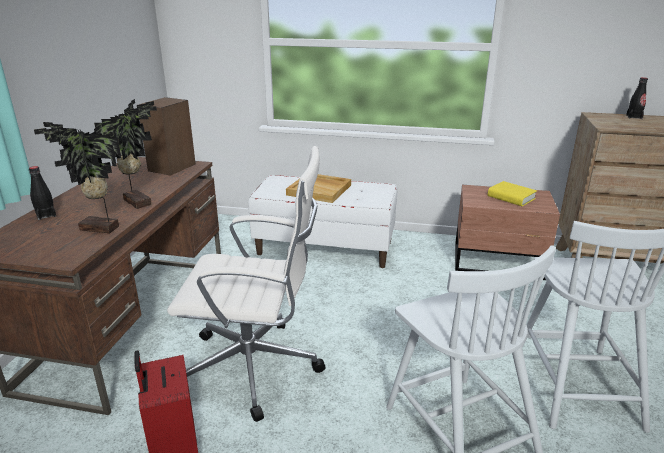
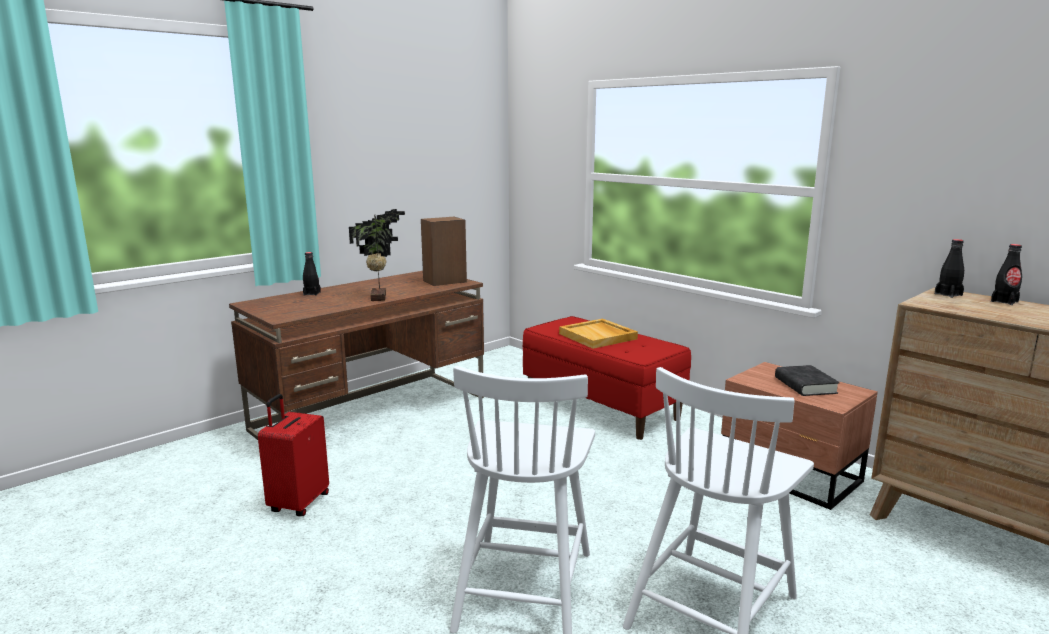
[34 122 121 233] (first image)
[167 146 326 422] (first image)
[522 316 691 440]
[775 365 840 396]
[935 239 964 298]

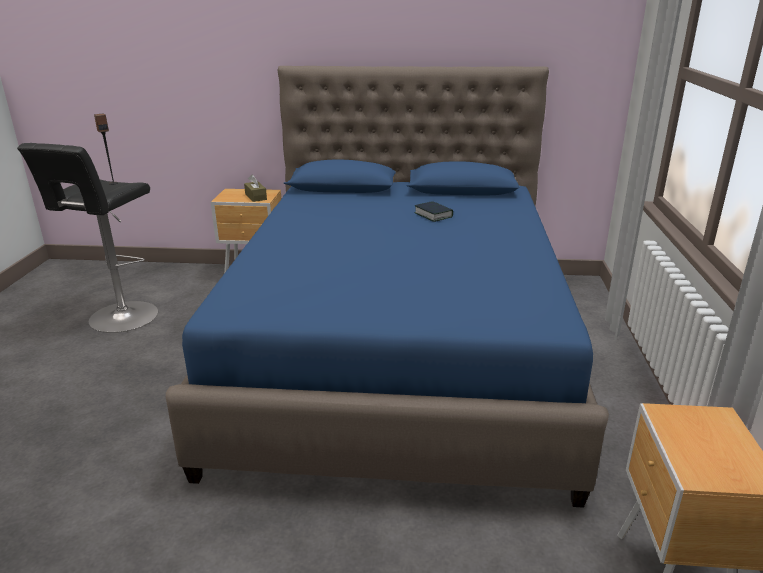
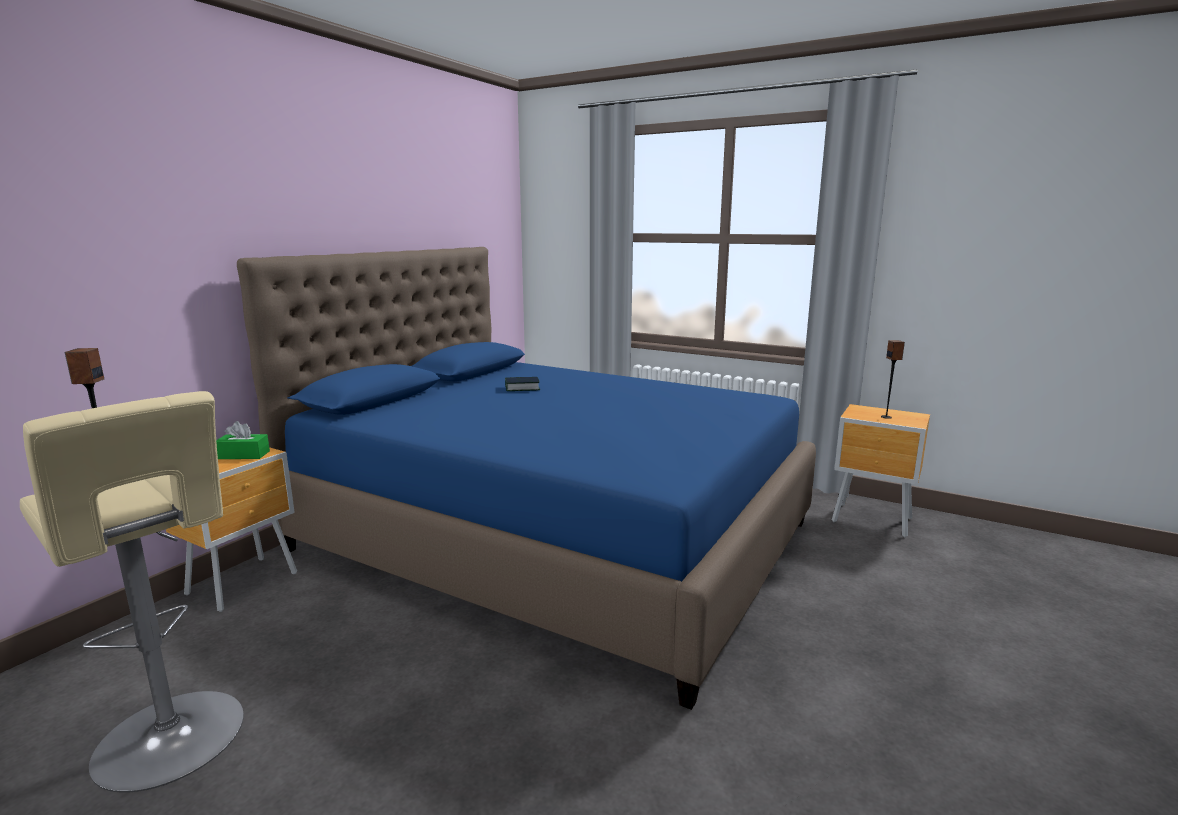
[20 391 244 793]
[216 421 270 459]
[881 340 905 419]

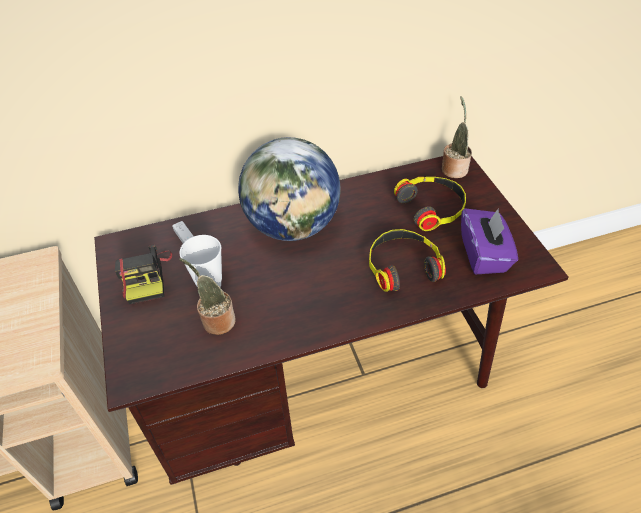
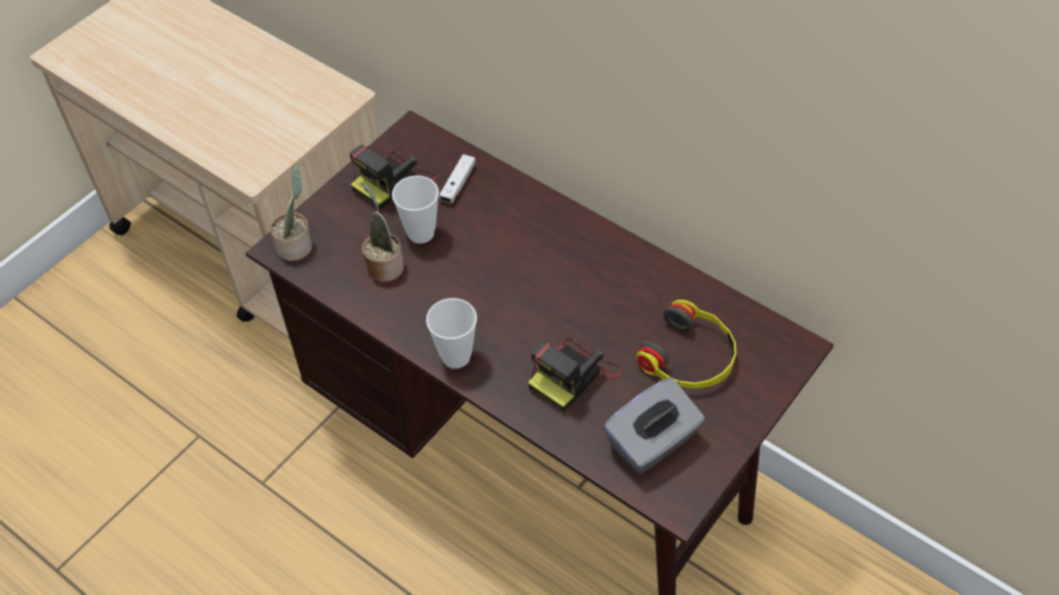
[238 137 341 241] (first image)
[528 337 622 412]
[270 165 312 261]
[604 377 705 474]
[426 298 477 369]

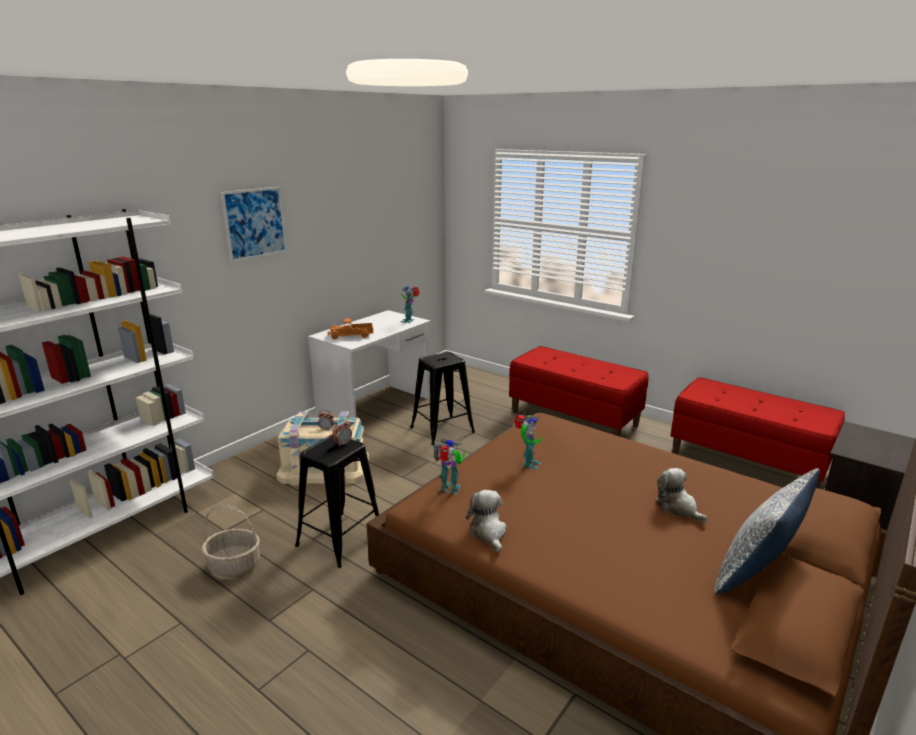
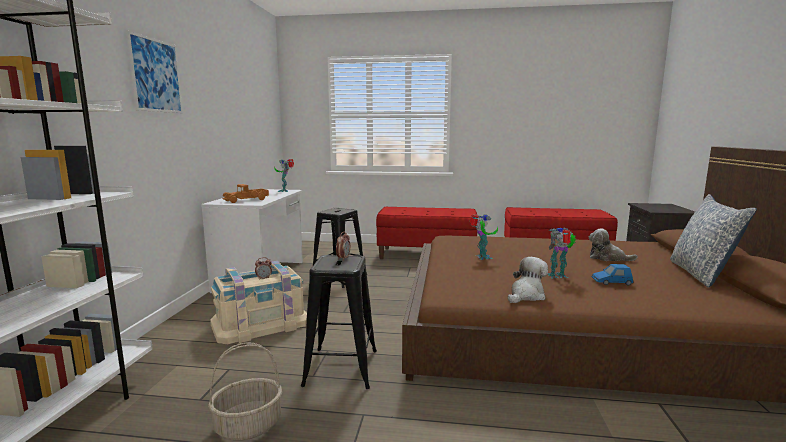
[547 227 576 278]
[508 257 548 303]
[591 264 634 286]

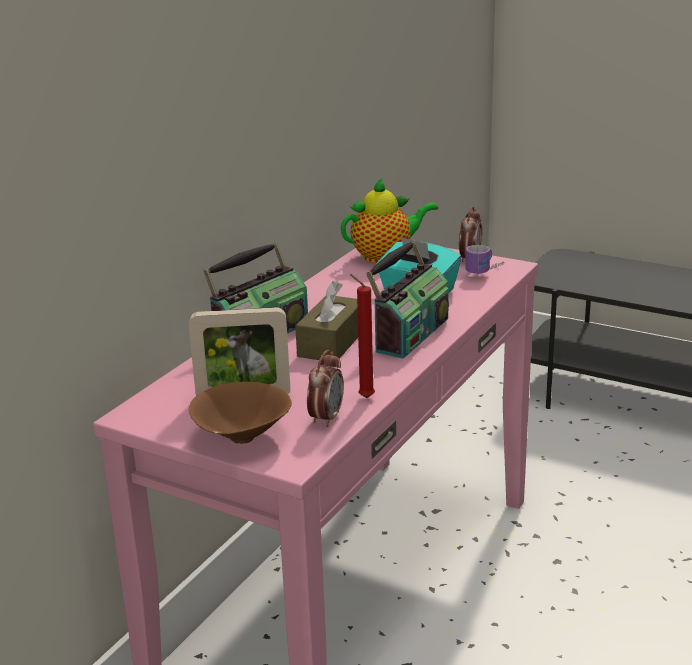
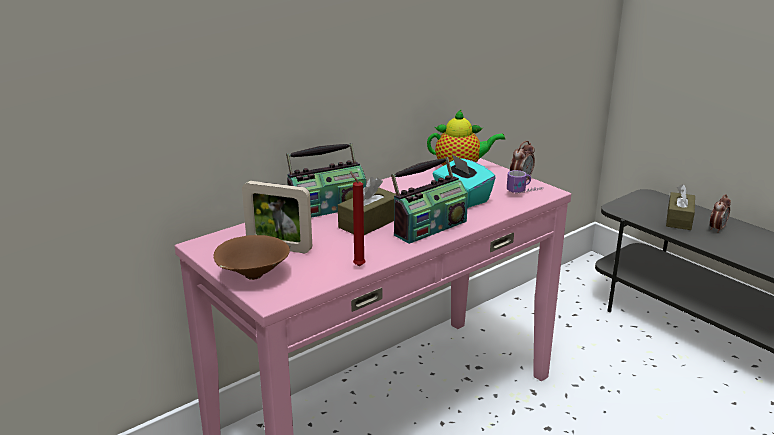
[710 194 731 233]
[666 184 695 230]

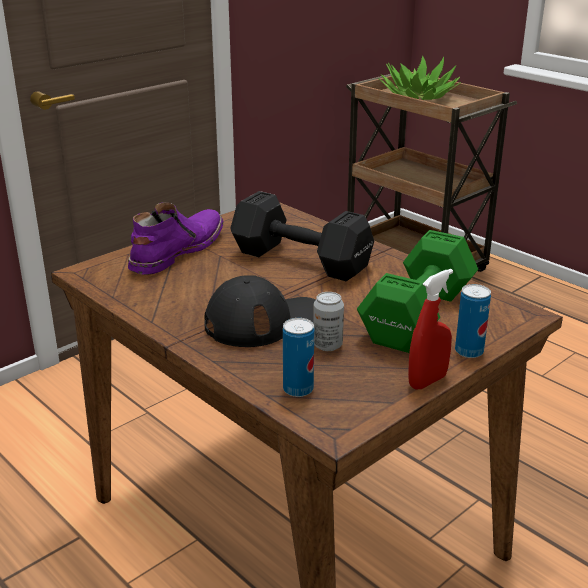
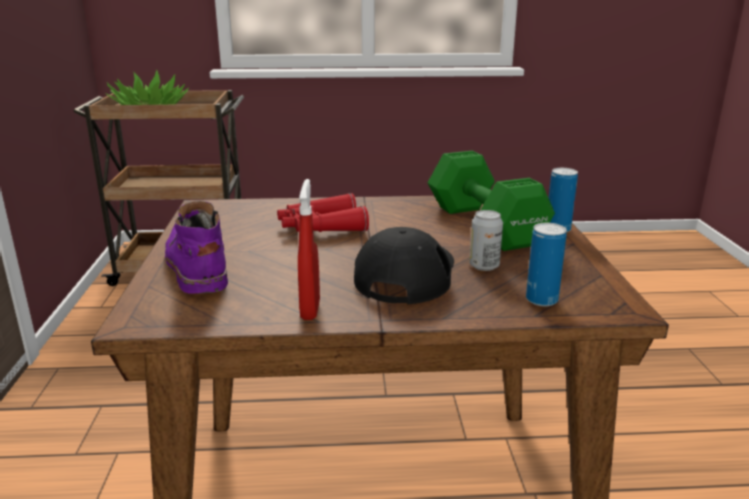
[277 193 369 232]
[298 179 320 320]

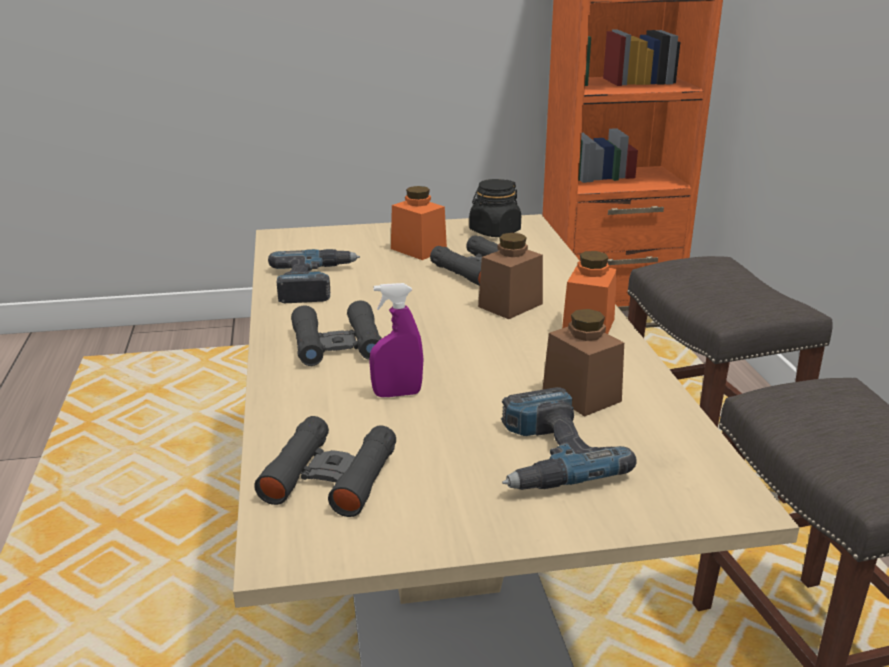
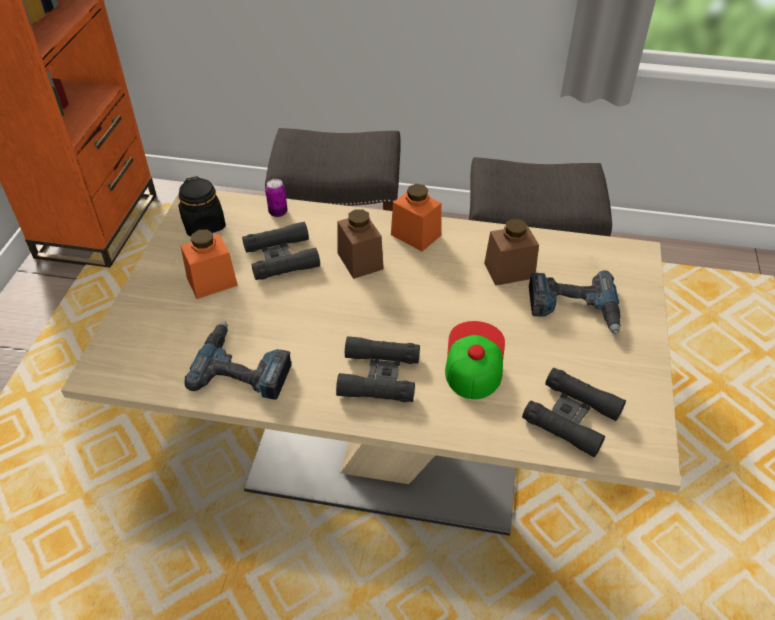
[445 321 505 399]
[265 179 288 217]

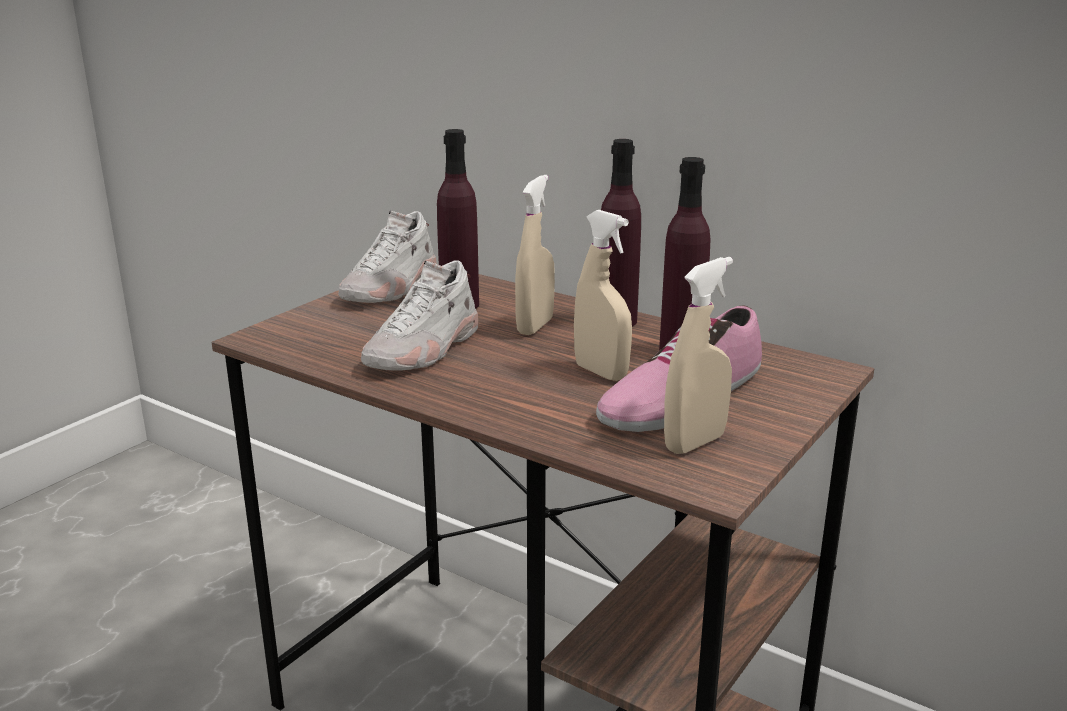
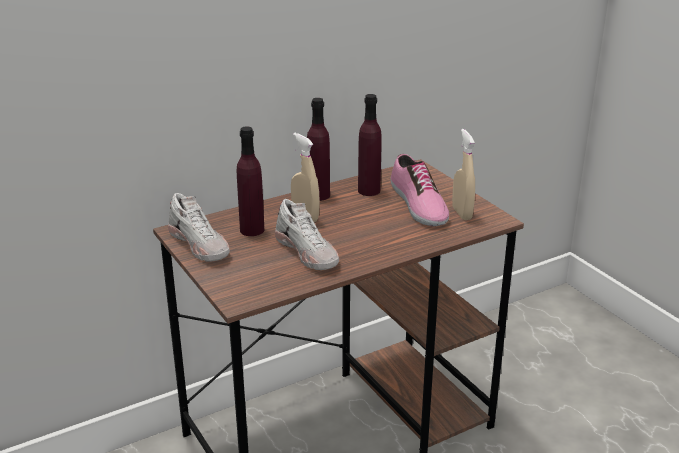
[574 210 632 381] (first image)

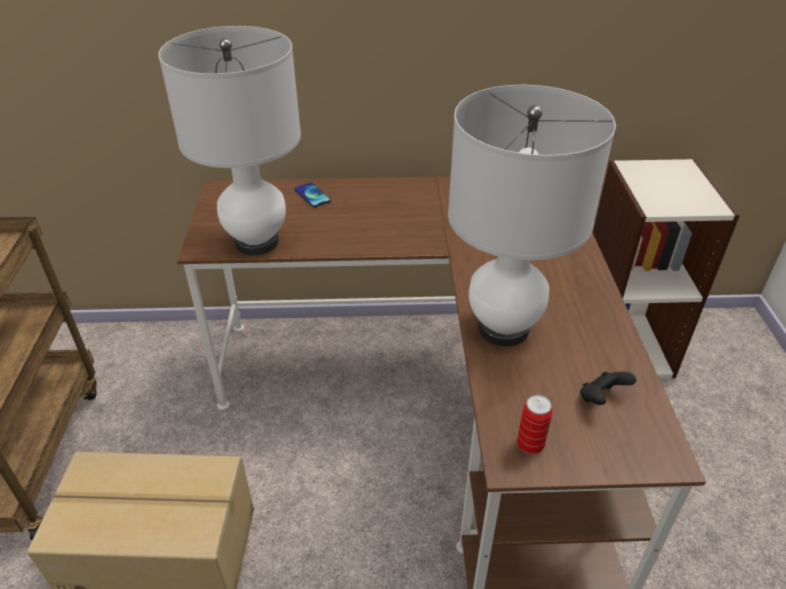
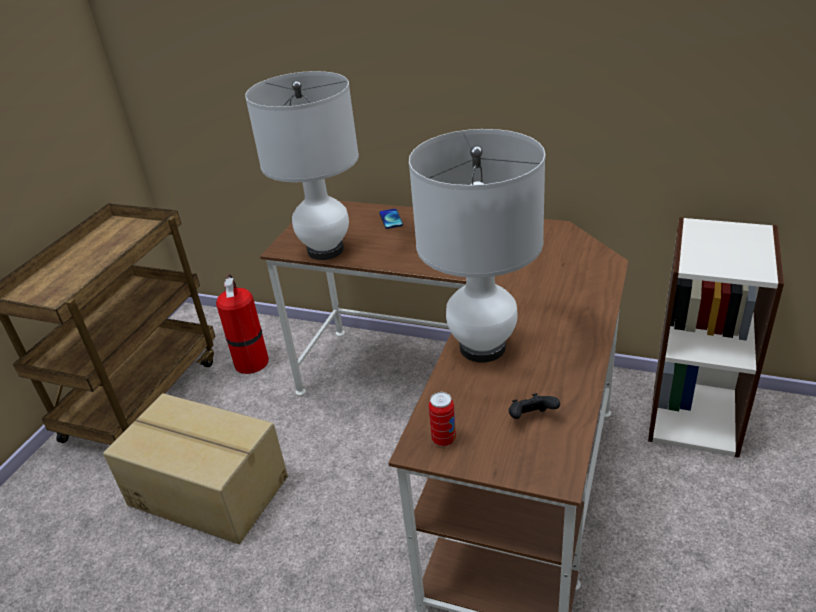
[216 274 269 374]

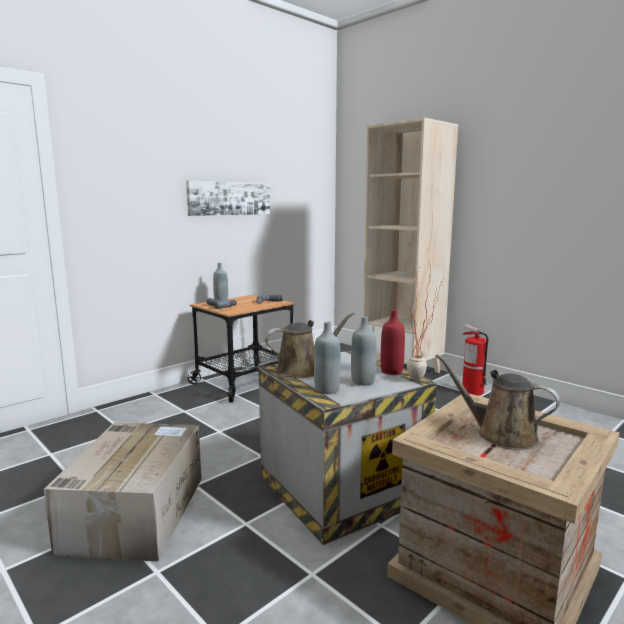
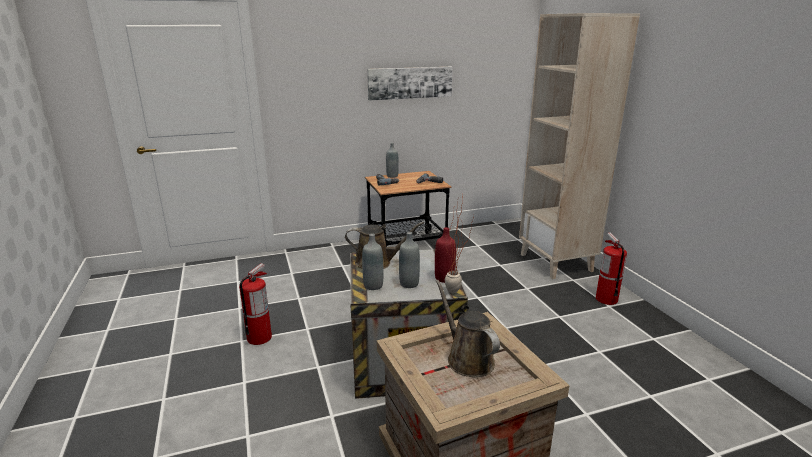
[239 263 272 345]

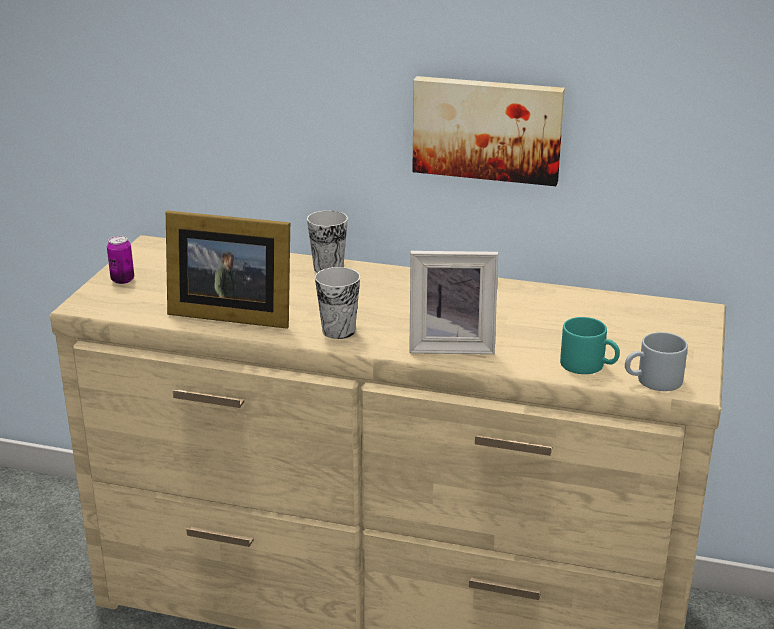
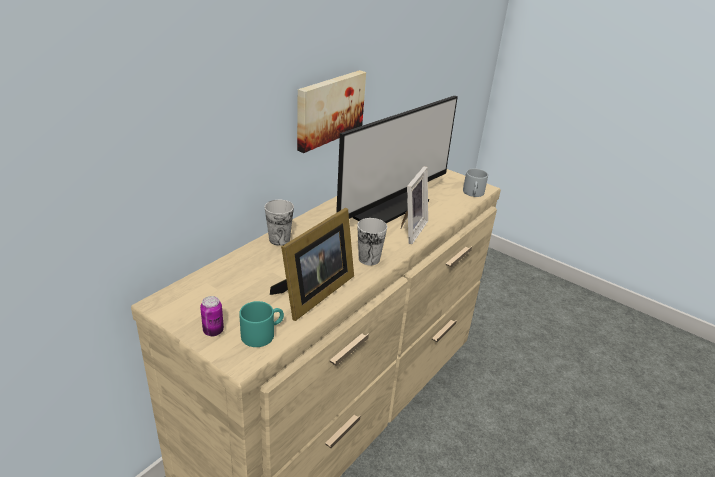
[239 301 284 347]
[336 96 458 223]

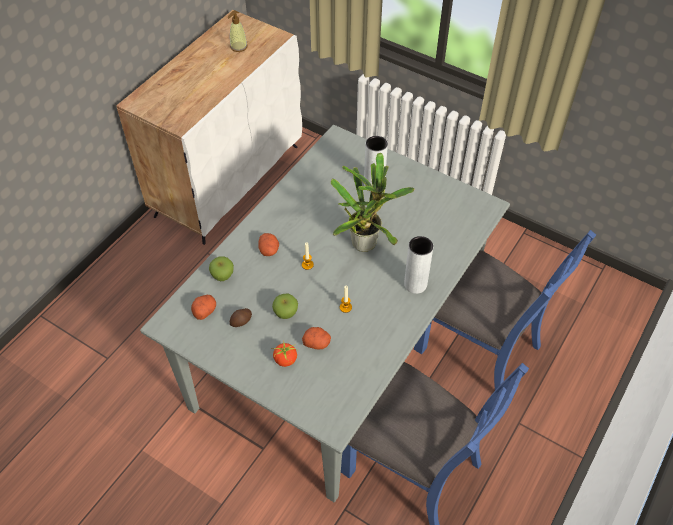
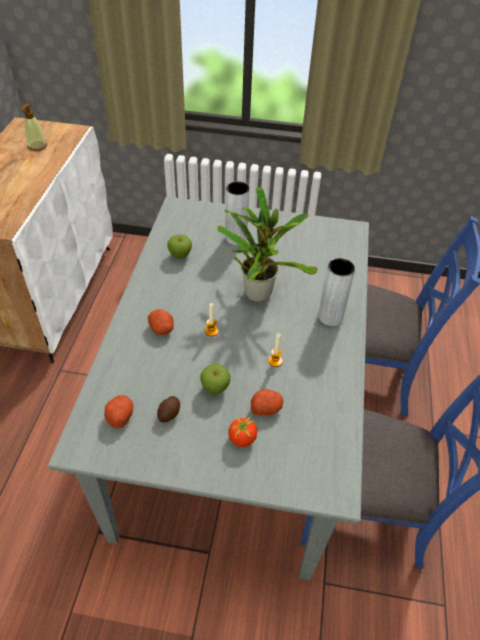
[167 235 192 259]

